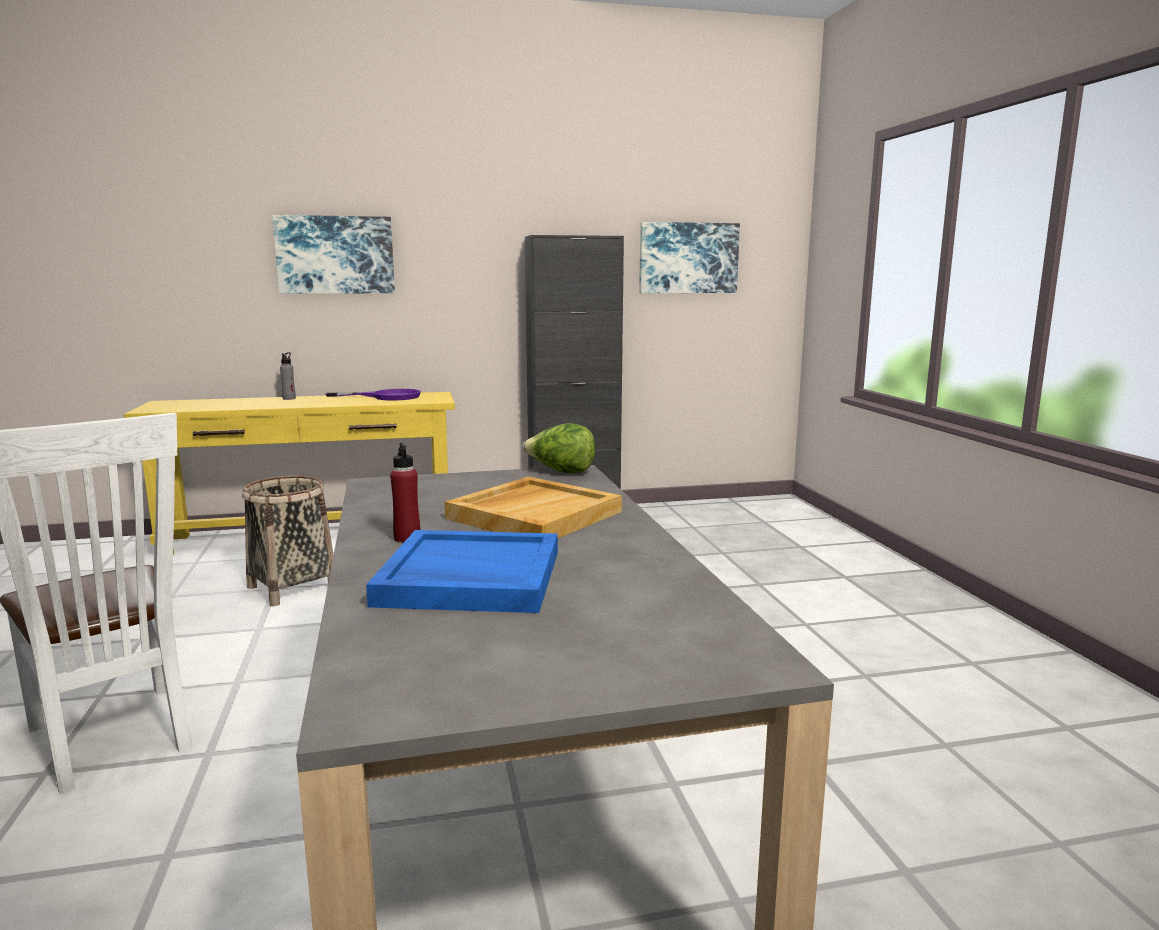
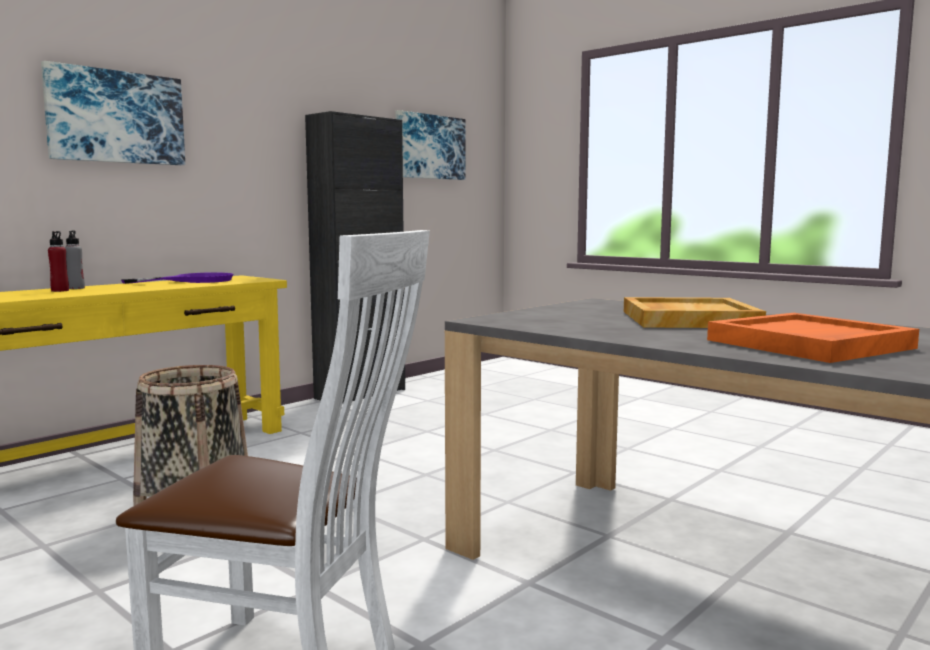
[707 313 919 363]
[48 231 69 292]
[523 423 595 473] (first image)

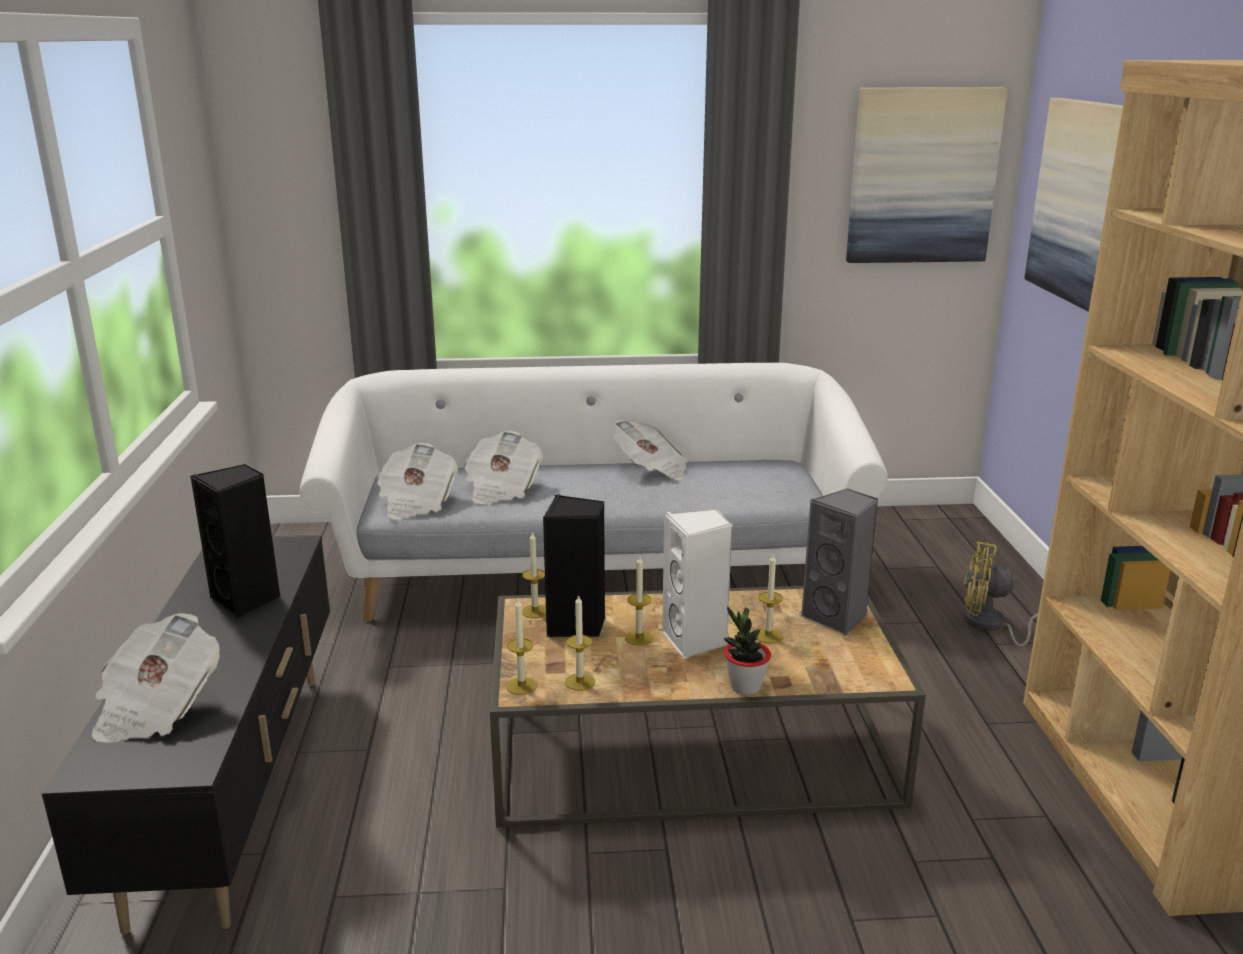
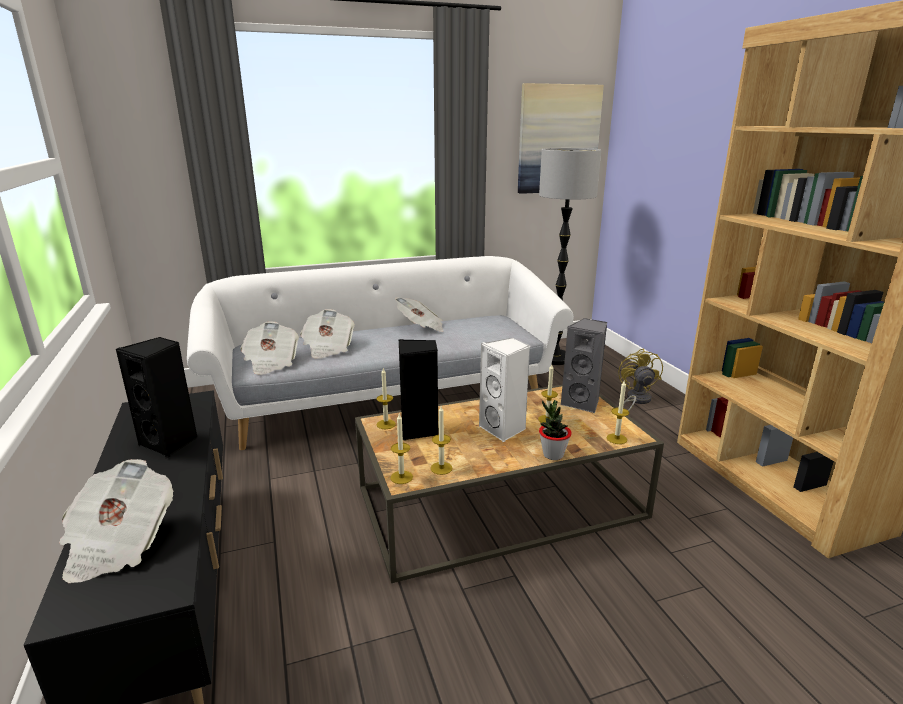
[607 381 629 444]
[618 348 663 411]
[1024 98 1123 312] (first image)
[539 148 601 365]

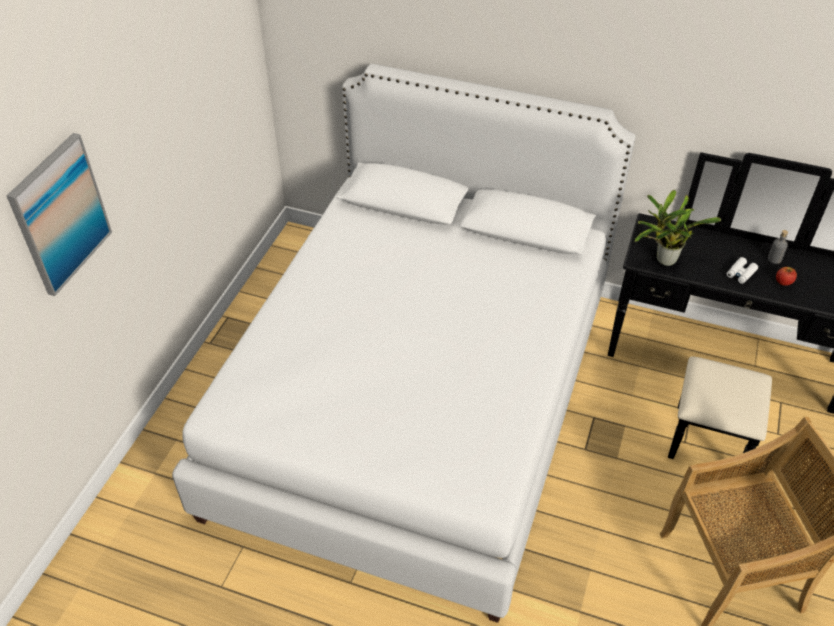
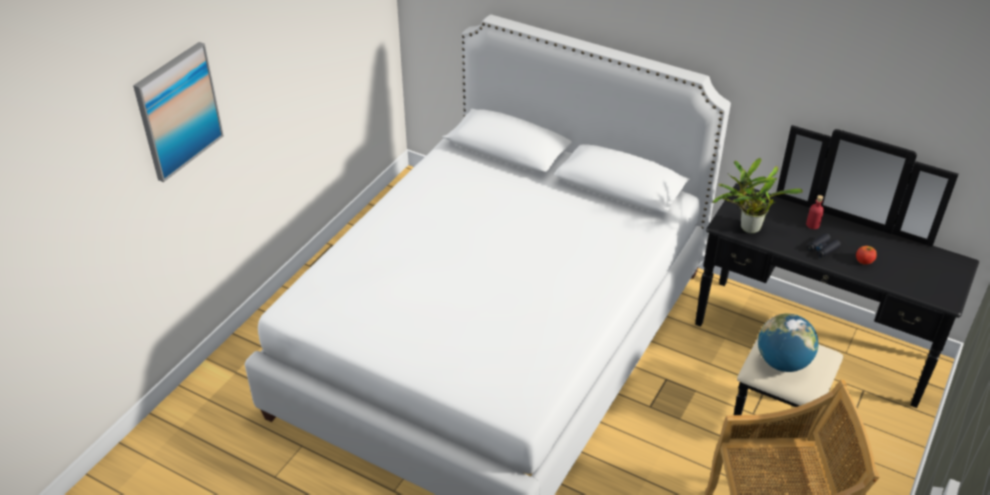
[807 233 841 258]
[768 230 788 264] (first image)
[758 313 819 372]
[806 195 824 229]

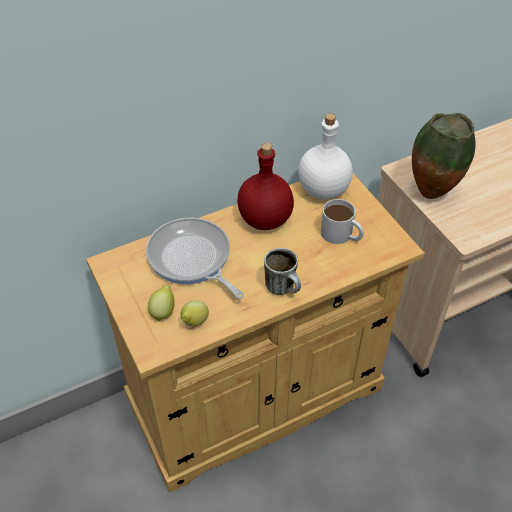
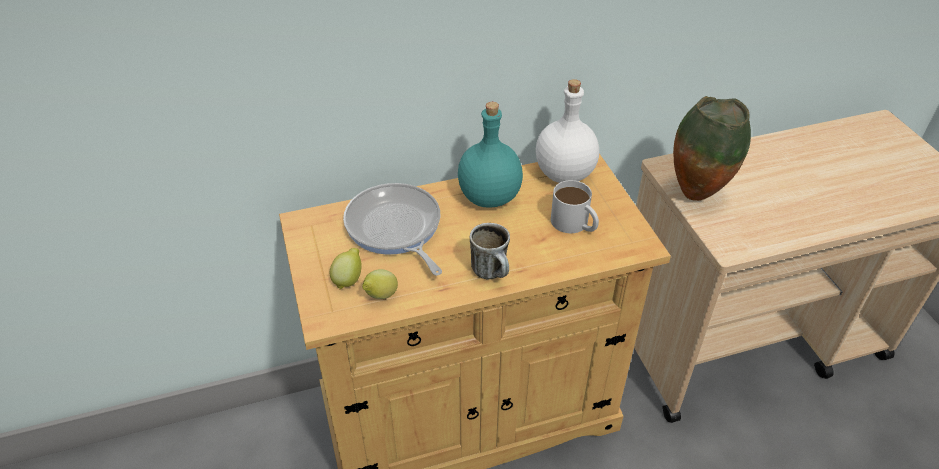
[458 102 523 208]

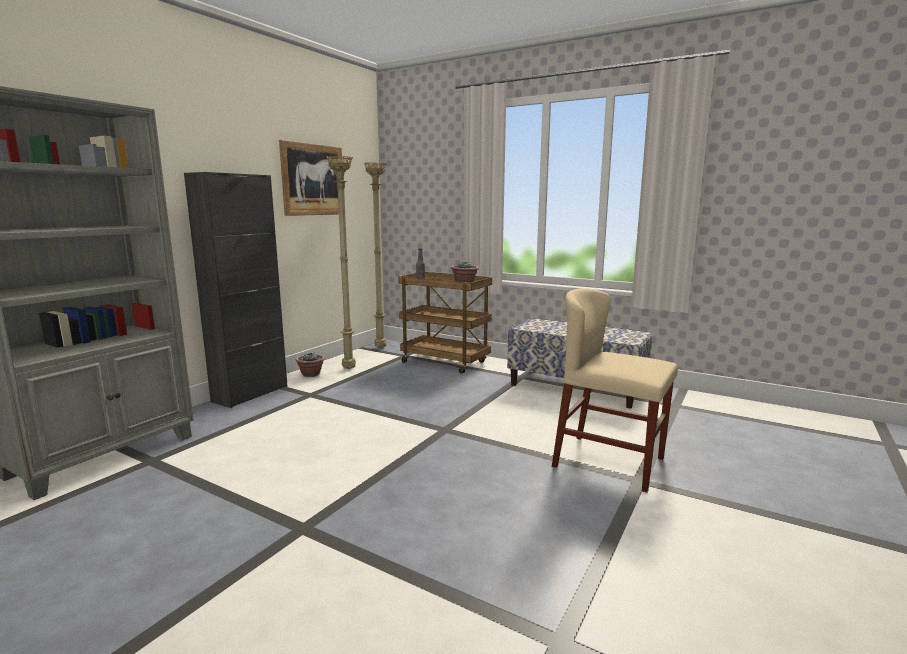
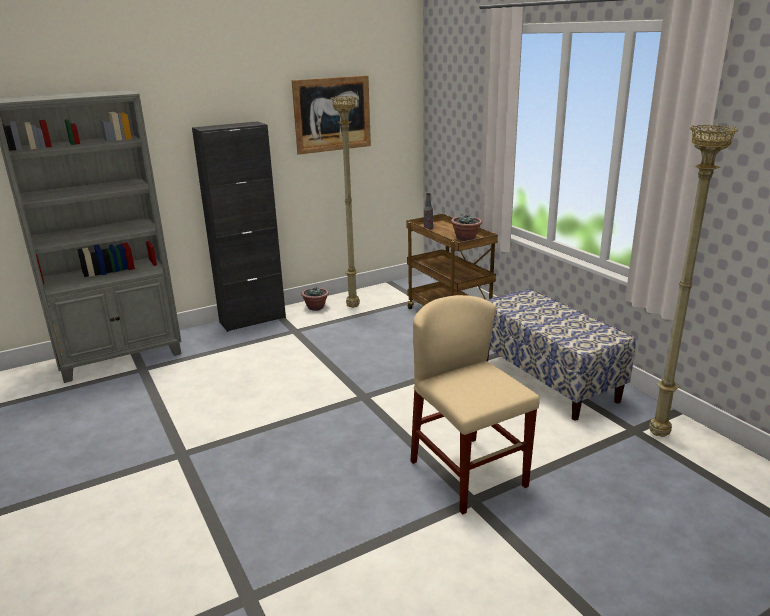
[649 125 738 437]

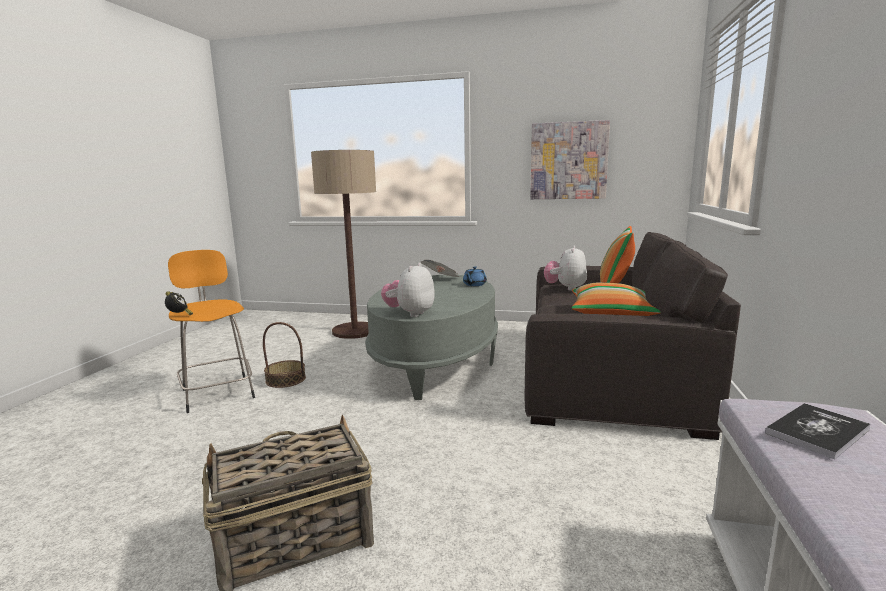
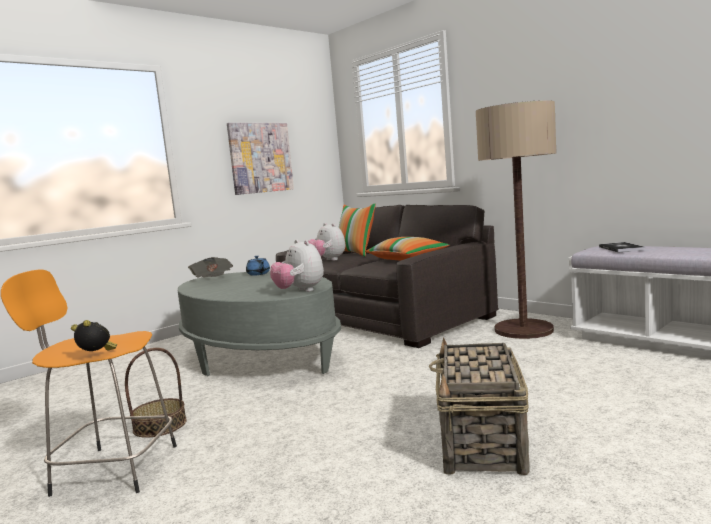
[476 100 556 339]

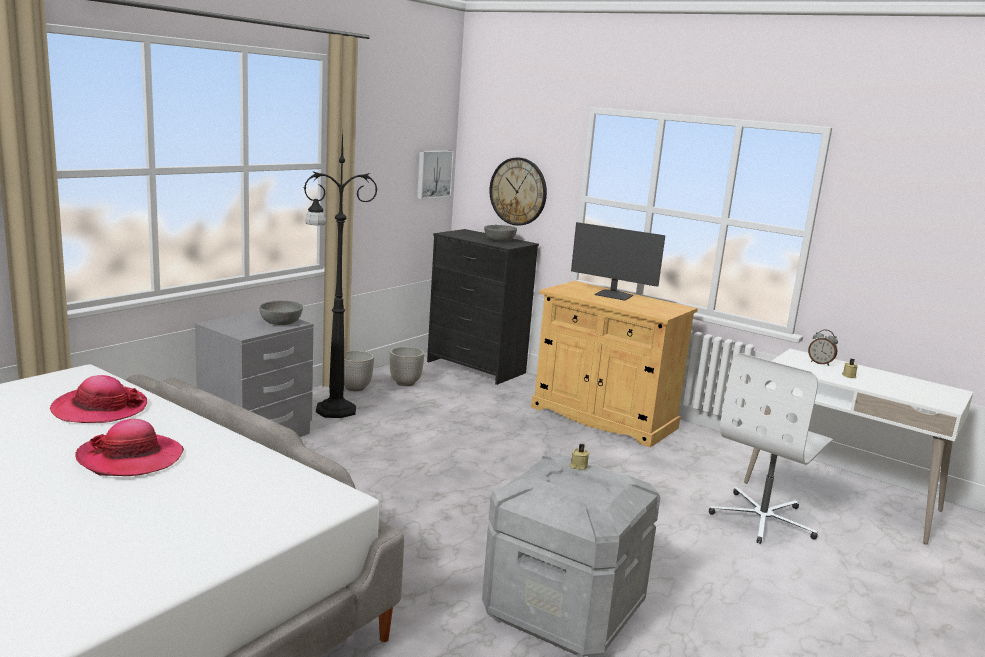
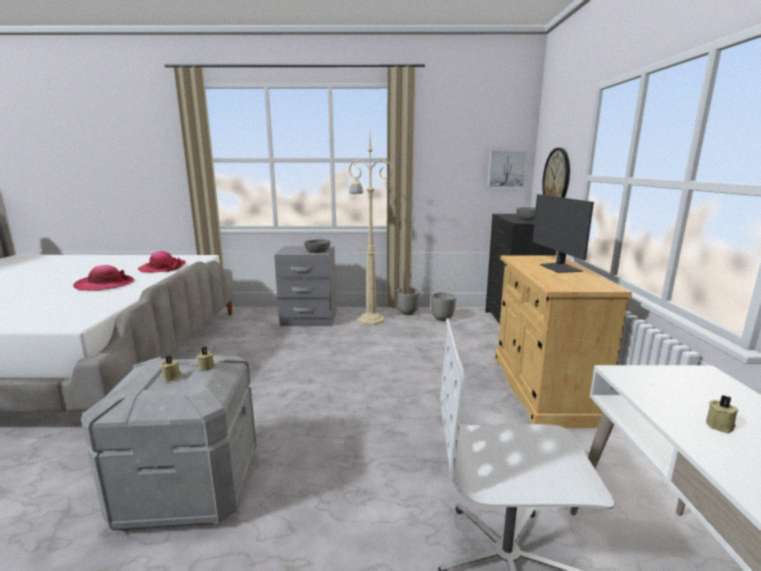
[349 136 393 325]
[808 330 838 366] (first image)
[161 356 181 381]

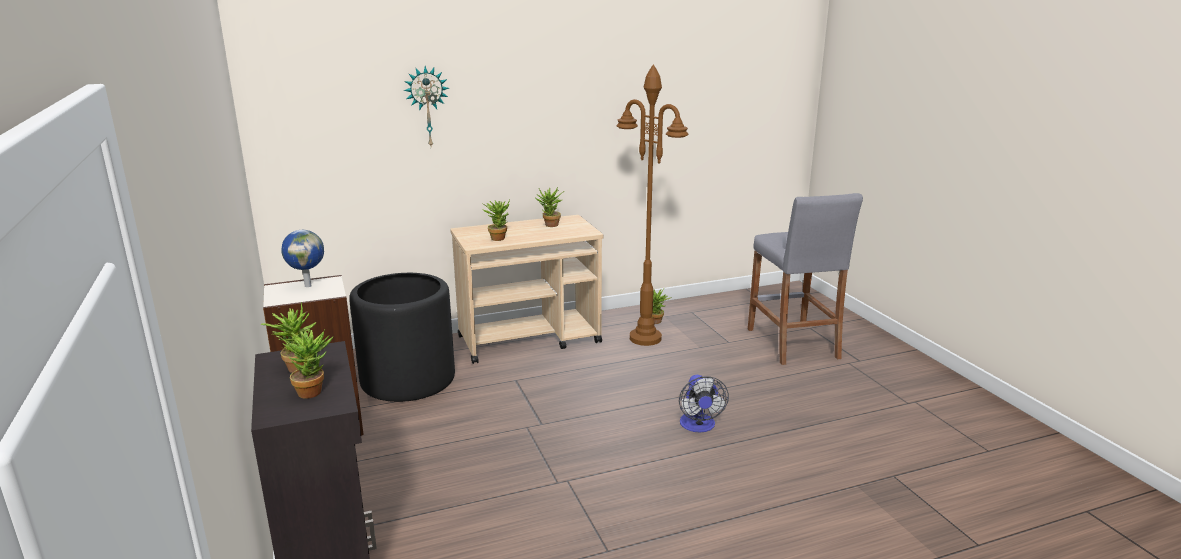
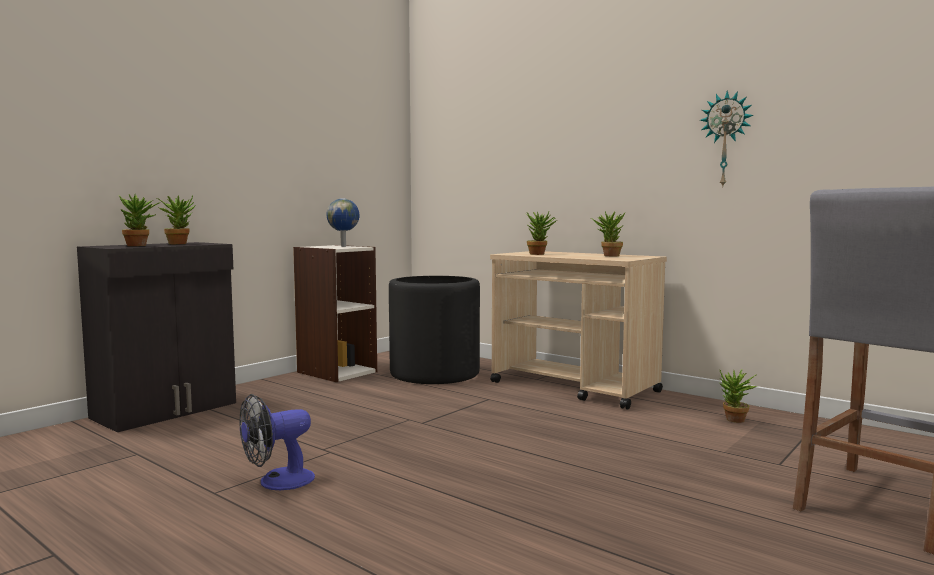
[700 90 754 188]
[616 64 688 346] (first image)
[239 394 315 490]

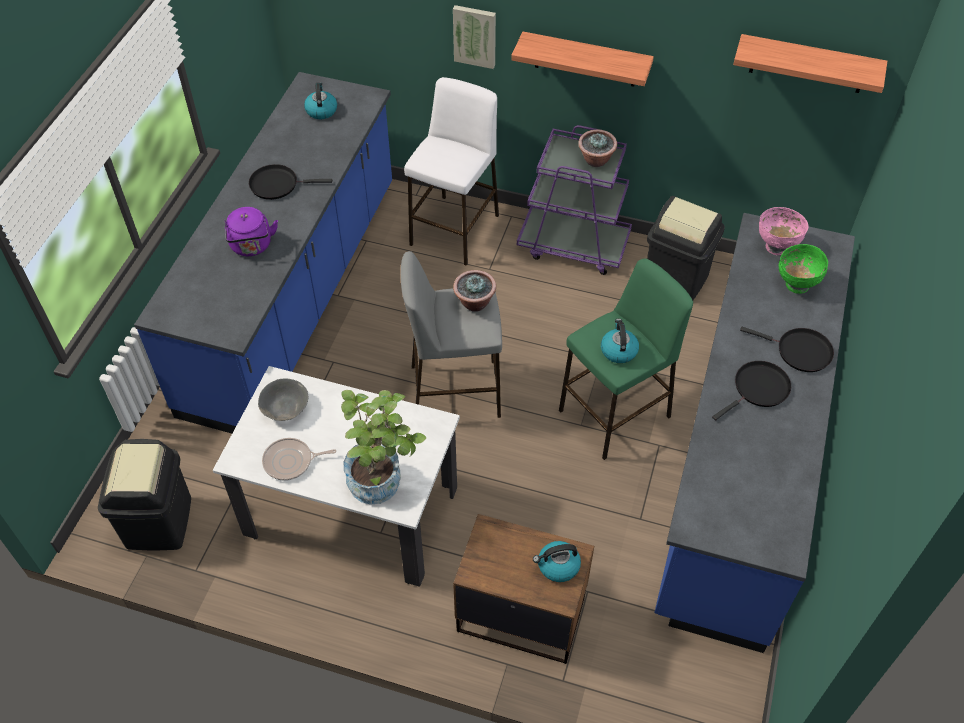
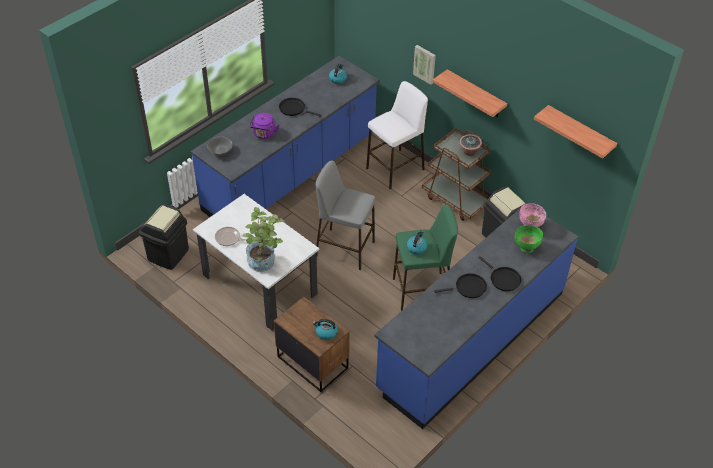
[207 136 233 156]
[453 270 496 312] (first image)
[422 128 491 221]

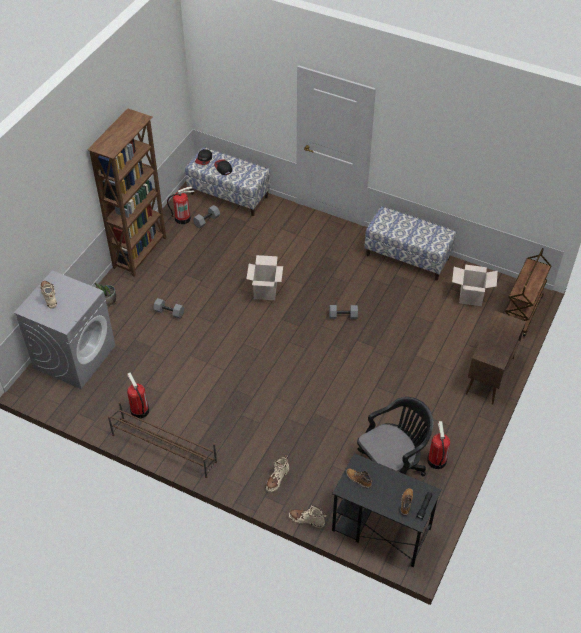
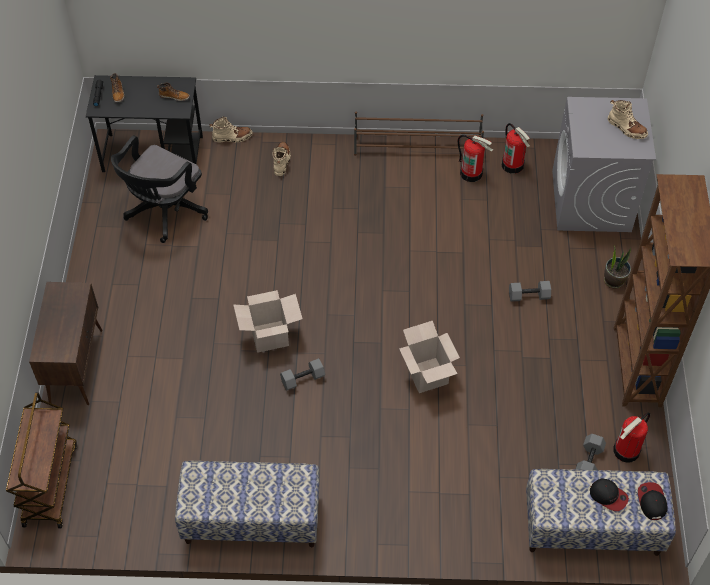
[501 123 530 174]
[233 290 303 353]

